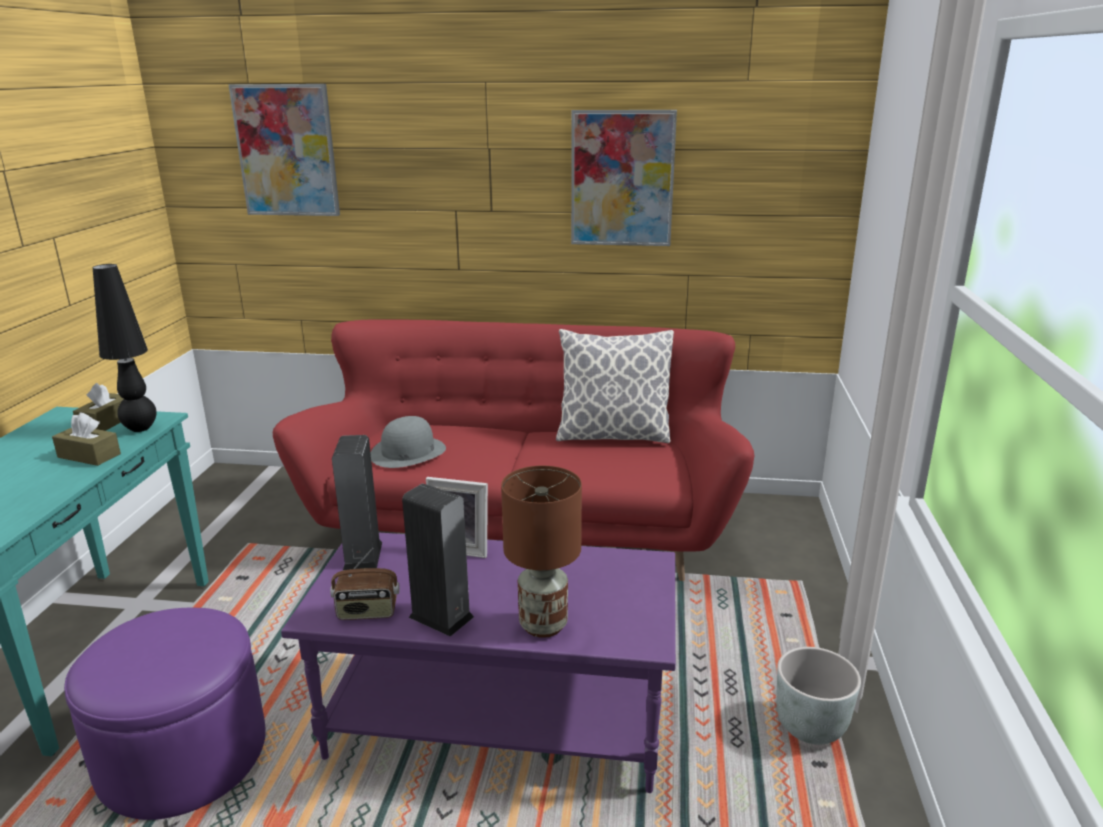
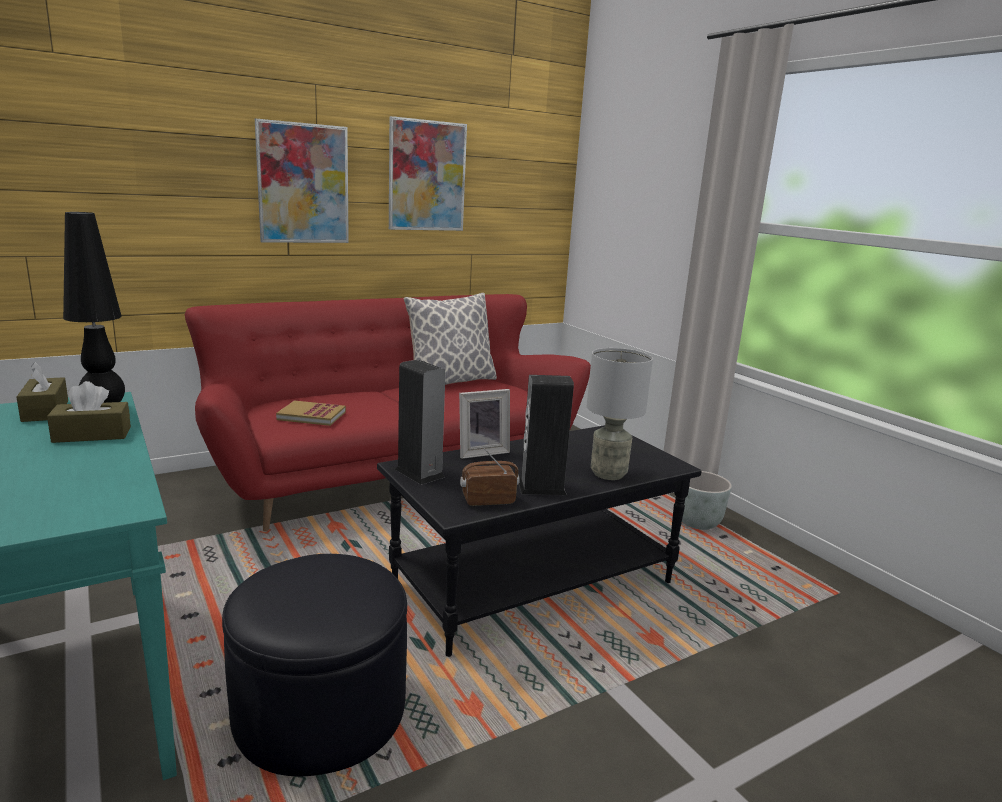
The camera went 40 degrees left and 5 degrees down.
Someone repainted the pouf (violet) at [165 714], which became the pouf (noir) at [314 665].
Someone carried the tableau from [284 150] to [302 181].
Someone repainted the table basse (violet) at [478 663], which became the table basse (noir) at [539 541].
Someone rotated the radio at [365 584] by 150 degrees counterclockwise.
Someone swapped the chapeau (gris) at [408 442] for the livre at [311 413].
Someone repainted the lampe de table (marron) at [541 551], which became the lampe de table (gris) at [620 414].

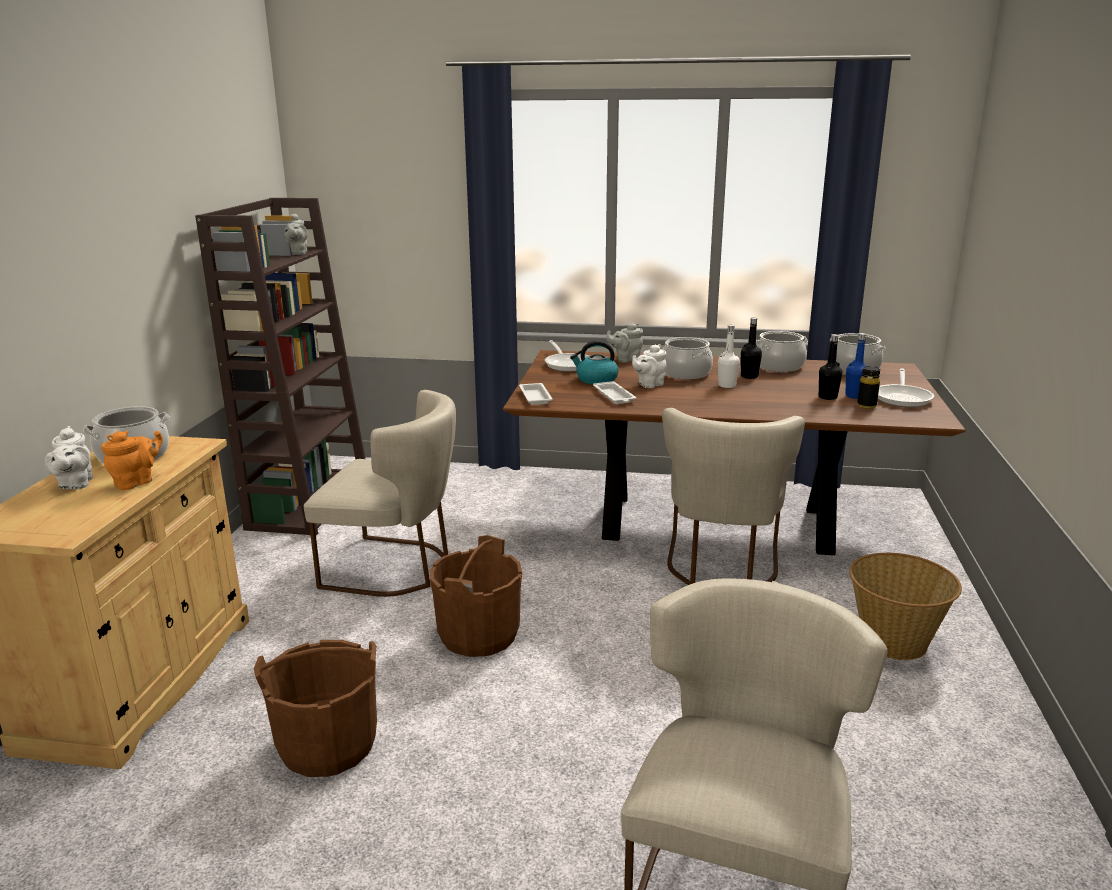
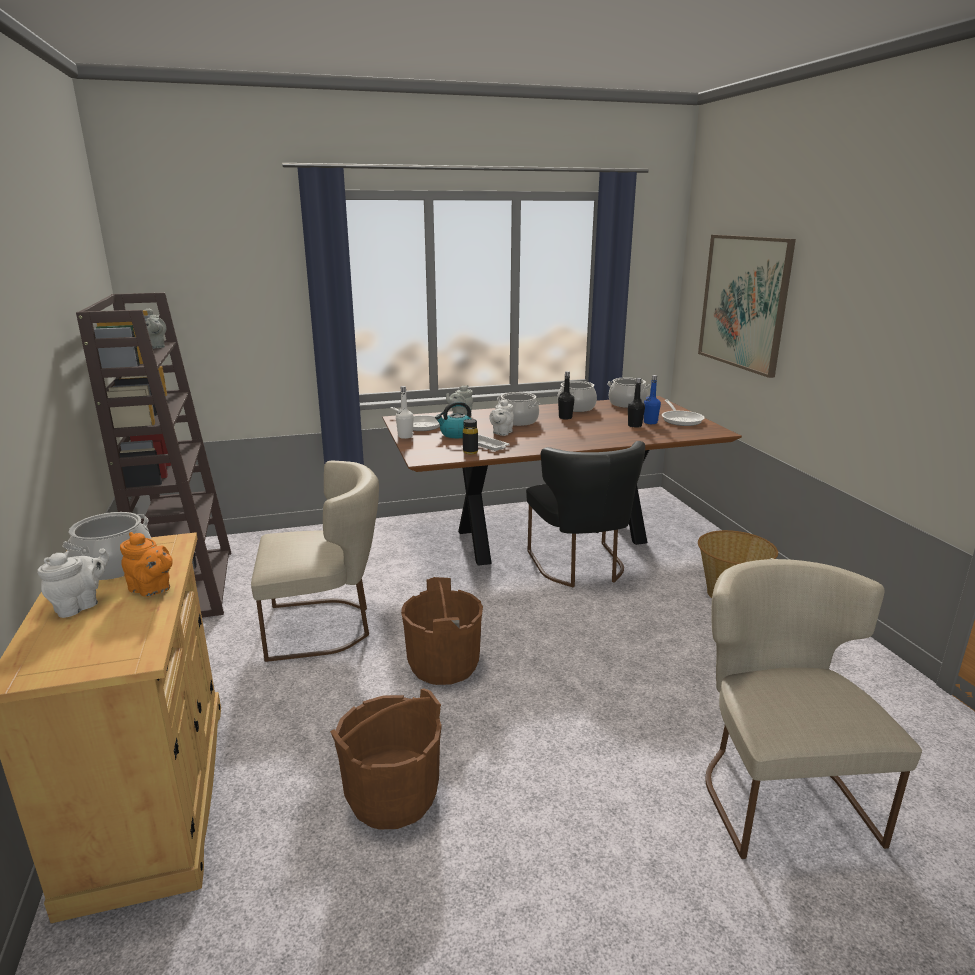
The camera went 25 degrees left and 0 degrees up.
Someone rotated the théière (blanc) at [69 457] by 105 degrees counterclockwise.
Someone rotated the théière (orange) at [132 460] by 105 degrees clockwise.
Someone took away the plateau (blanc) at [536 394].
Someone repainted the chaise (beige) at [733 496], which became the chaise (noir) at [585 514].
Someone carried the bouteille (blanc) from [729 356] to [405 412].
Someone carried the bouteille (noir) from [868 387] to [470 436].
Someone put up the tableau at [747 306].

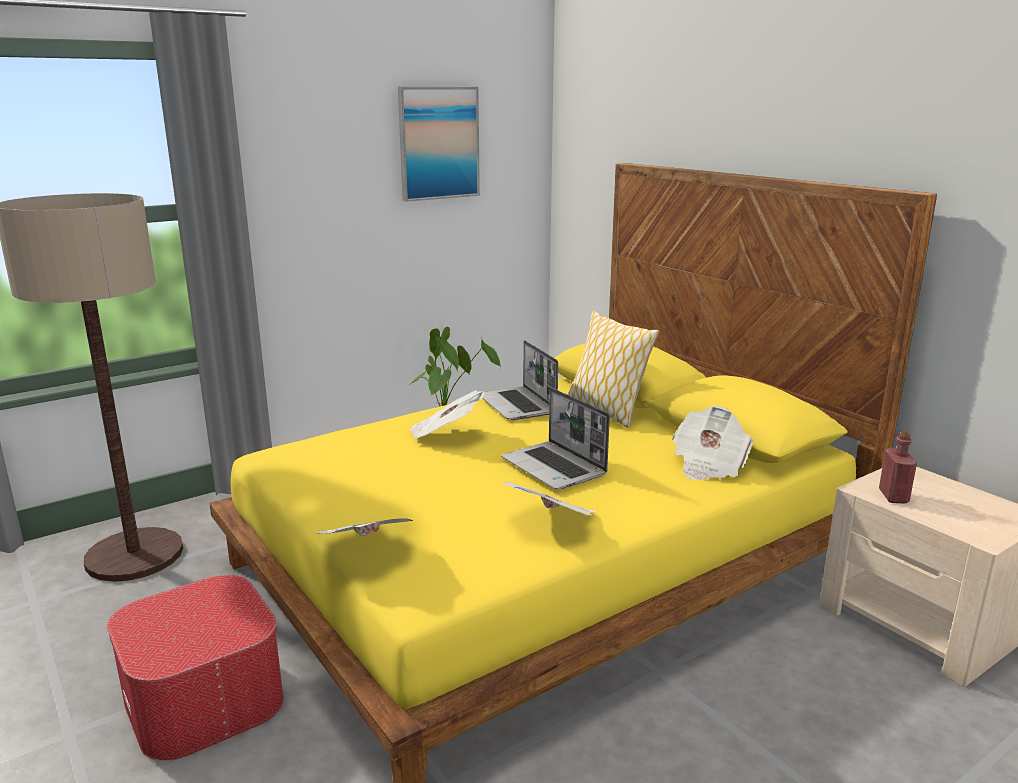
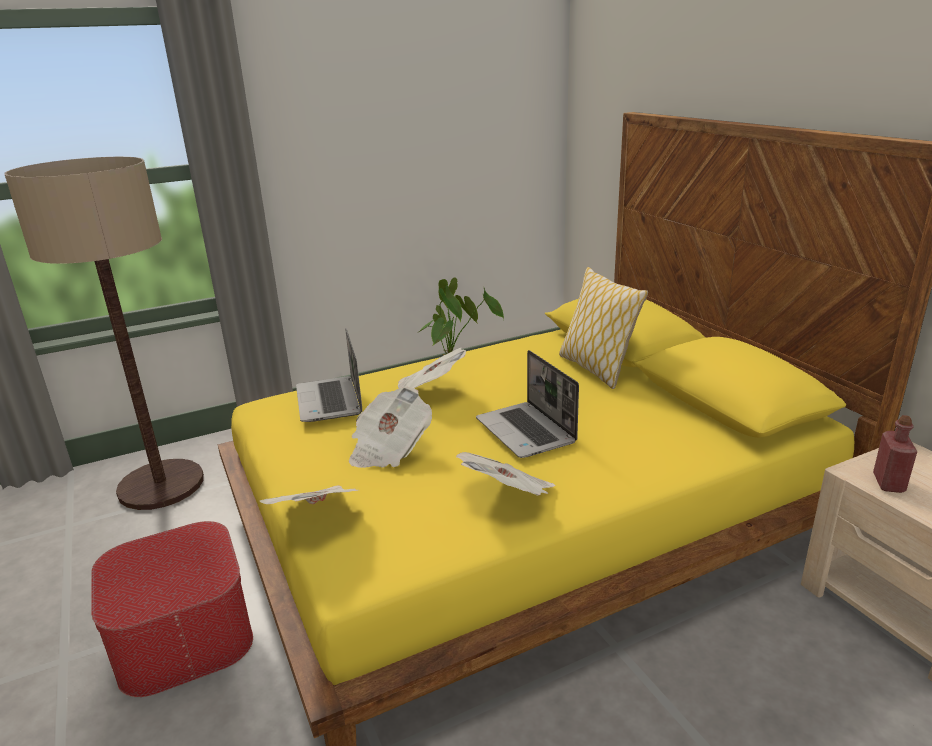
The camera went 10 degrees right and 5 degrees up.
Someone took away the tableau at [439 144].
Someone carried the ordinateur portable from [520 380] to [329 375].
Someone carried the journal from [713 443] to [390 427].

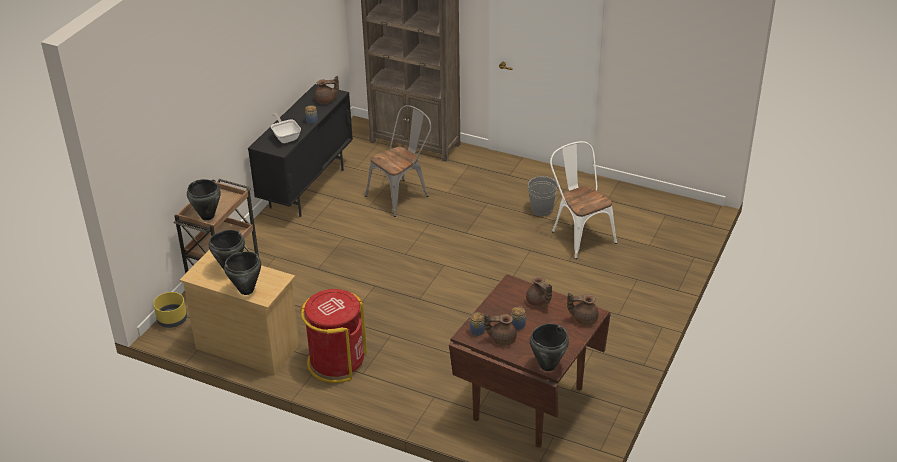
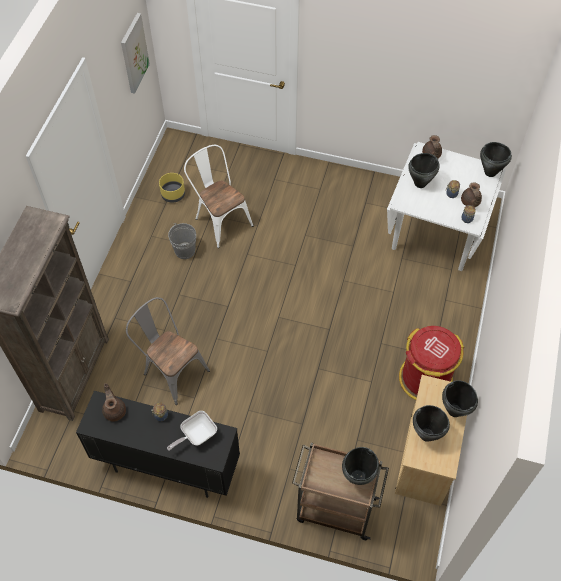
The camera went 100 degrees left and 20 degrees up.
Someone carried the cache-pot (jaune) from [170 310] to [172 188].
Someone repainted the table à manger (marron) at [530 361], which became the table à manger (blanc) at [446 206].
Someone swapped the théière (marron) at [539 291] for the marmite (noir) at [424 170].
Someone rotated the chaise (blanc) at [583 200] by 90 degrees clockwise.
Someone put up the tableau at [135 53].

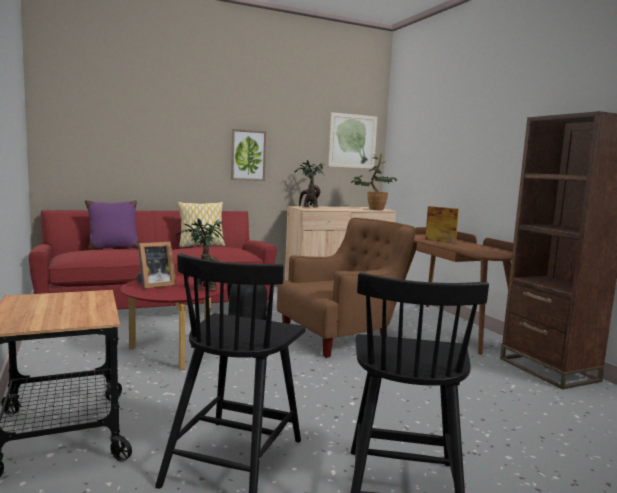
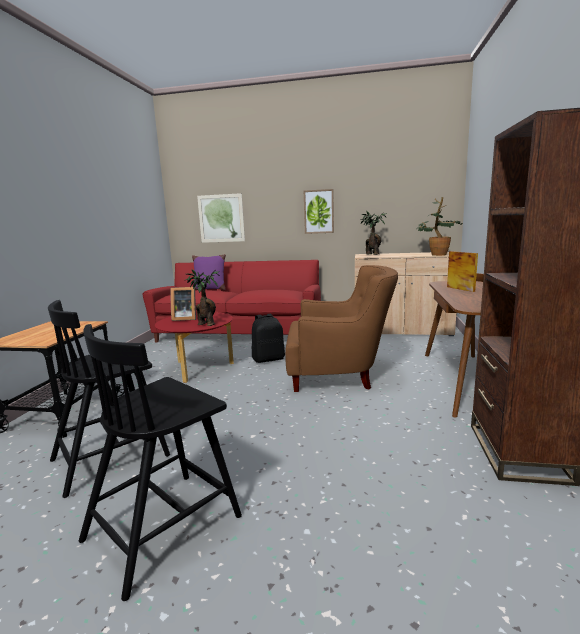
The camera went 35 degrees right and 5 degrees up.
Someone took away the coussin at [201 224].
Someone carried the tableau from [352 140] to [221 218].

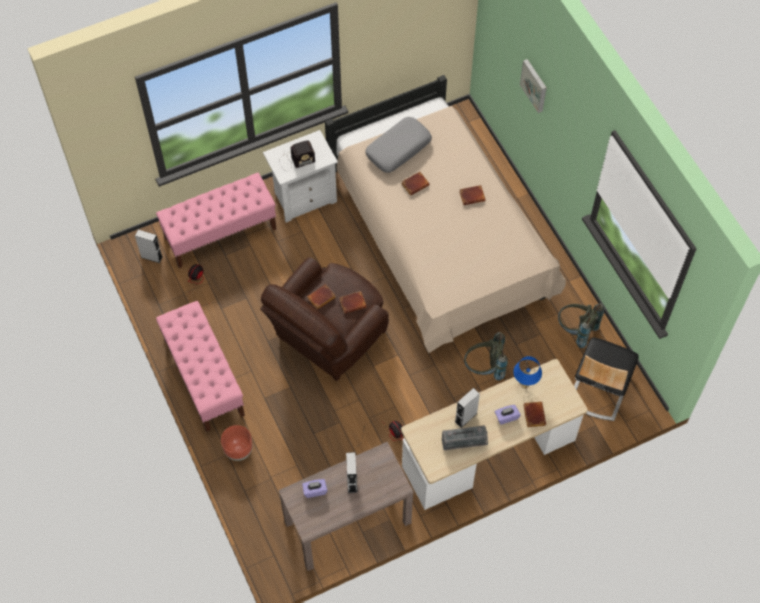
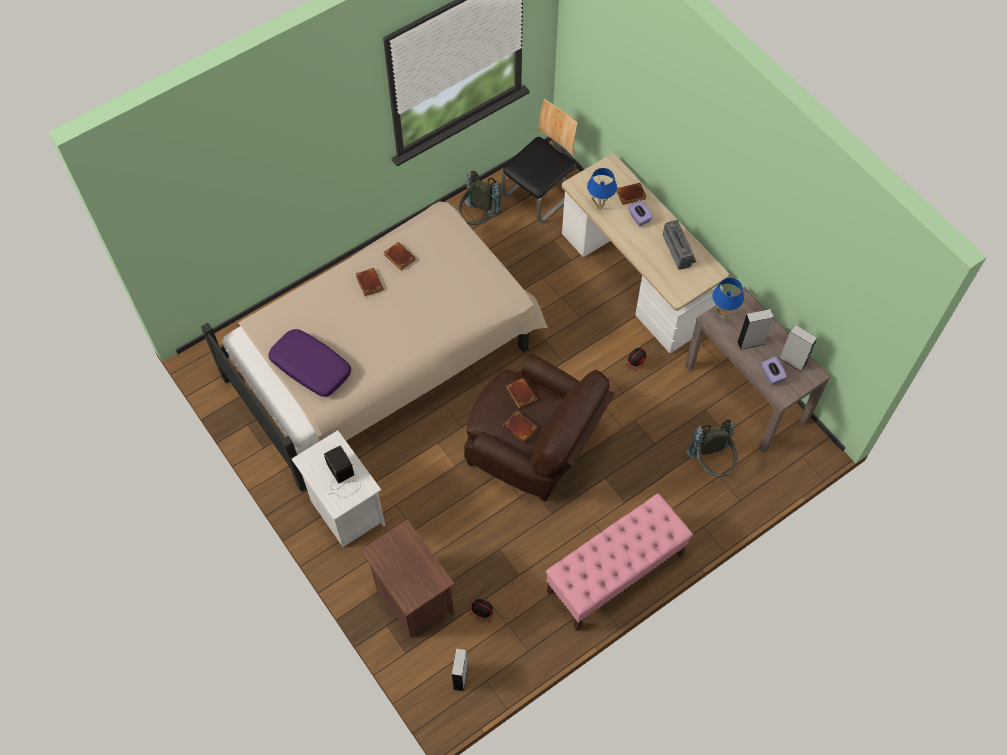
The camera went 100 degrees left and 0 degrees up.
Someone swapped the banc (rose) at [216 220] for the table de chevet (marron) at [407 578].
Someone took away the cache-pot (marron) at [237 443].
Someone repainted the coussin (gris) at [398 145], which became the coussin (violet) at [309 363].
Someone carried the livre (marron) from [415 183] to [400 256].
Someone carried the enceinte (gris) from [467 408] to [798 348].
Someone carried the sac à dos (gris) from [486 356] to [711 448].
Someone took away the tableau at [533 86].
Someone rotated the chaise at [606 379] by 60 degrees counterclockwise.
Someone put down the lampe de table (bleu) at [728 298].

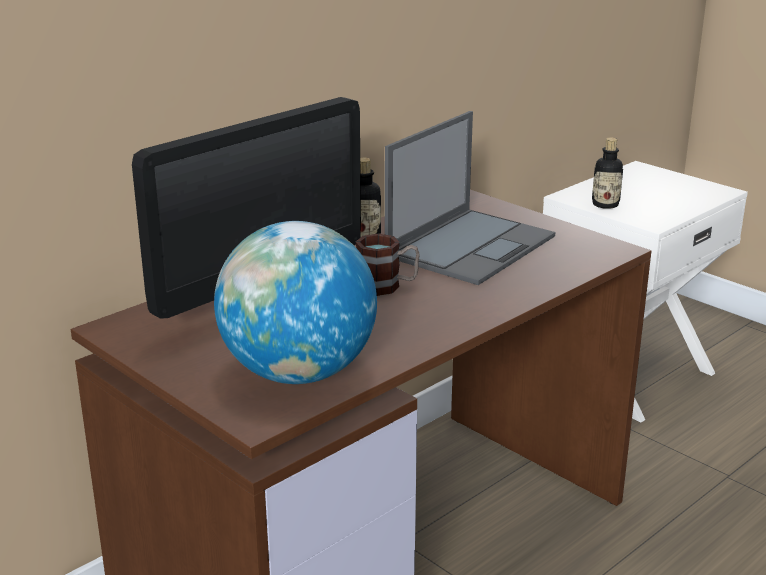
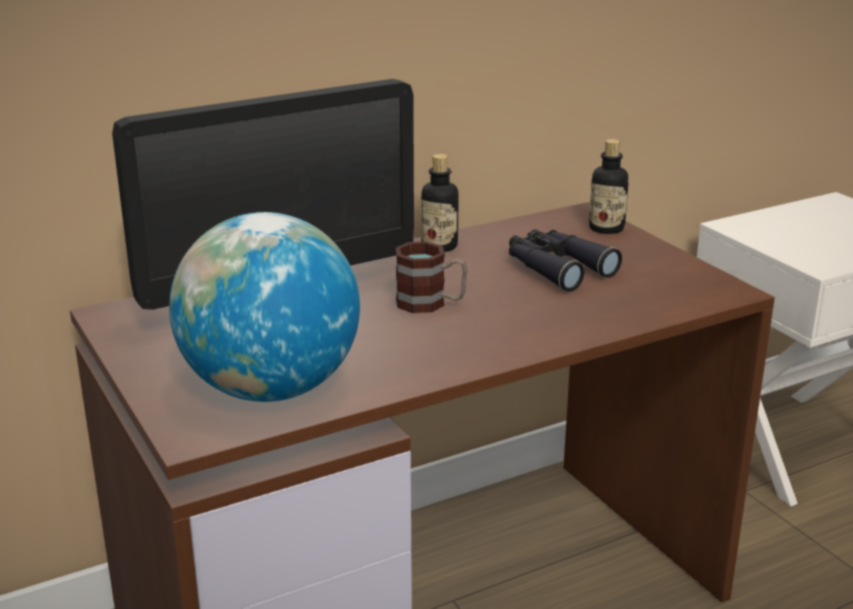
The camera went 15 degrees right and 0 degrees up.
Someone swapped the ordinateur portable at [470 198] for the jumelles (noir) at [565 260].
Someone carried the bouteille from [607 173] to [609 186].

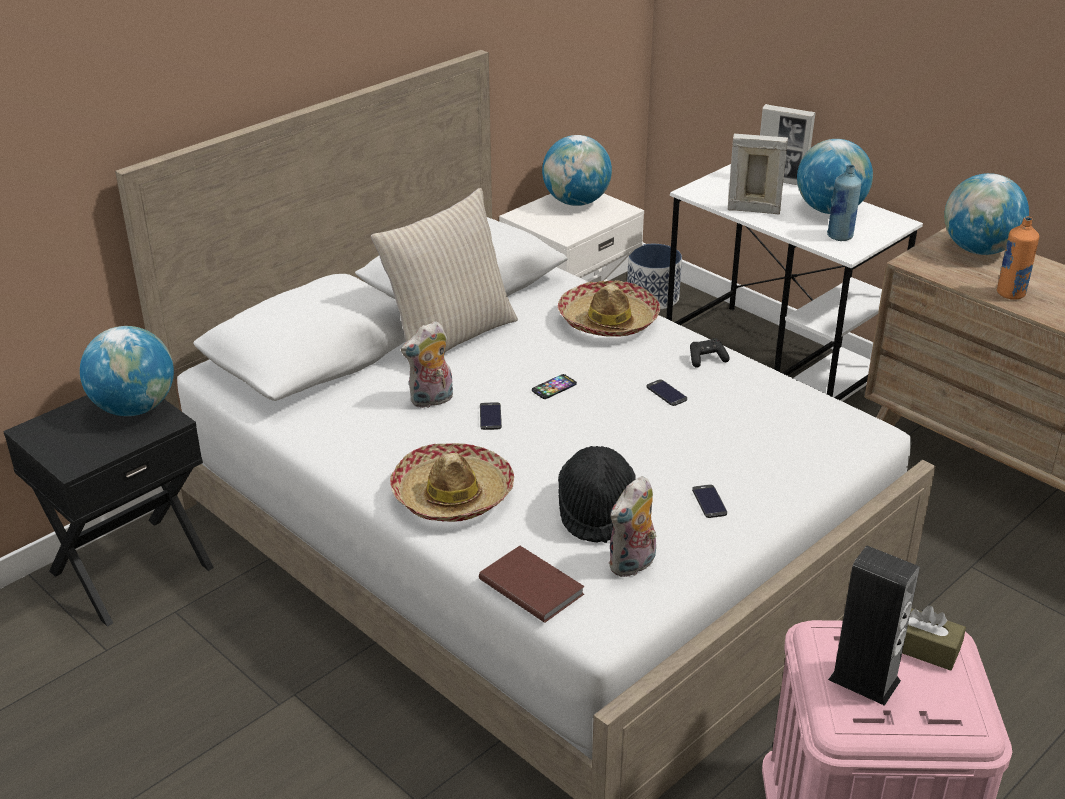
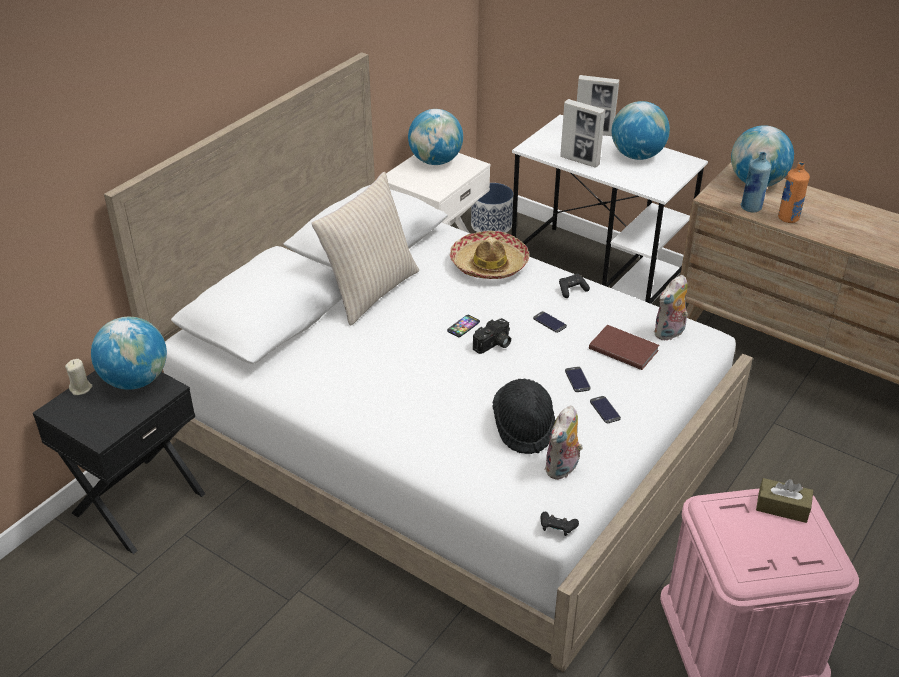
The camera went 10 degrees left and 5 degrees up.
Someone took away the chapeau at [452 482].
Someone carried the peluche from [427 365] to [671 308].
Someone carried the livre (marron) from [532 584] to [624 347].
Someone carried the téléphone from [491 416] to [578 379].
Someone rotated the cadre photo at [758 174] by 150 degrees counterclockwise.
Someone carried the bouteille (bleu) from [844 203] to [755 182].
Someone took away the enceinte at [874 626].
Someone put down the bougie (beige) at [78 377].
Someone put down the appareil photo at [492 336].
Someone put down the manette (noir) at [560 524].

